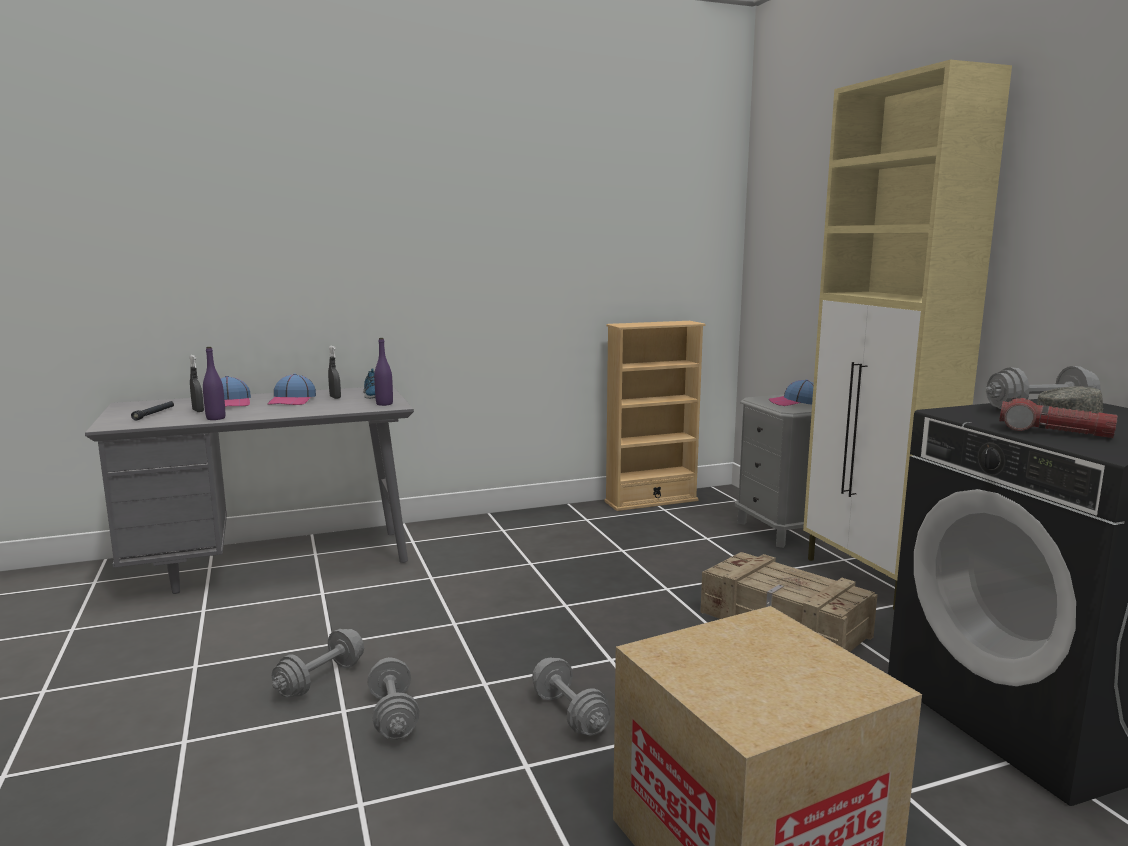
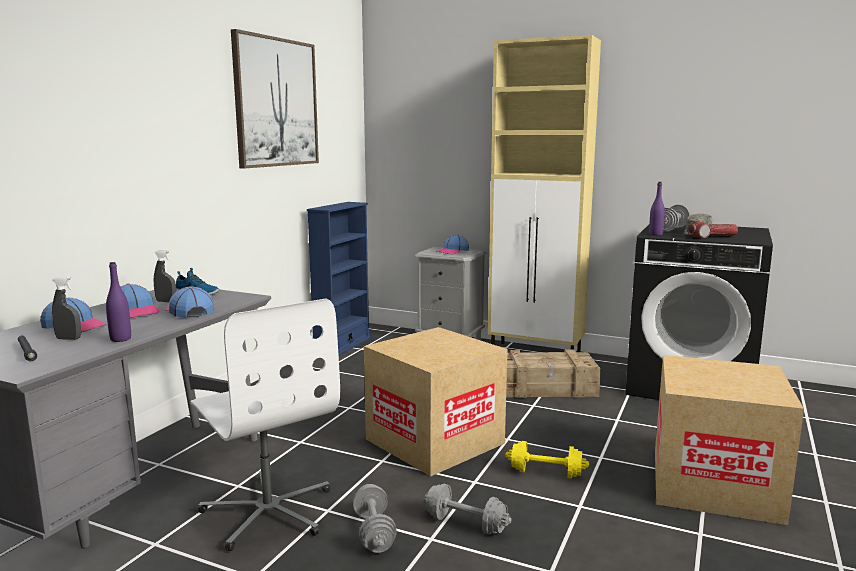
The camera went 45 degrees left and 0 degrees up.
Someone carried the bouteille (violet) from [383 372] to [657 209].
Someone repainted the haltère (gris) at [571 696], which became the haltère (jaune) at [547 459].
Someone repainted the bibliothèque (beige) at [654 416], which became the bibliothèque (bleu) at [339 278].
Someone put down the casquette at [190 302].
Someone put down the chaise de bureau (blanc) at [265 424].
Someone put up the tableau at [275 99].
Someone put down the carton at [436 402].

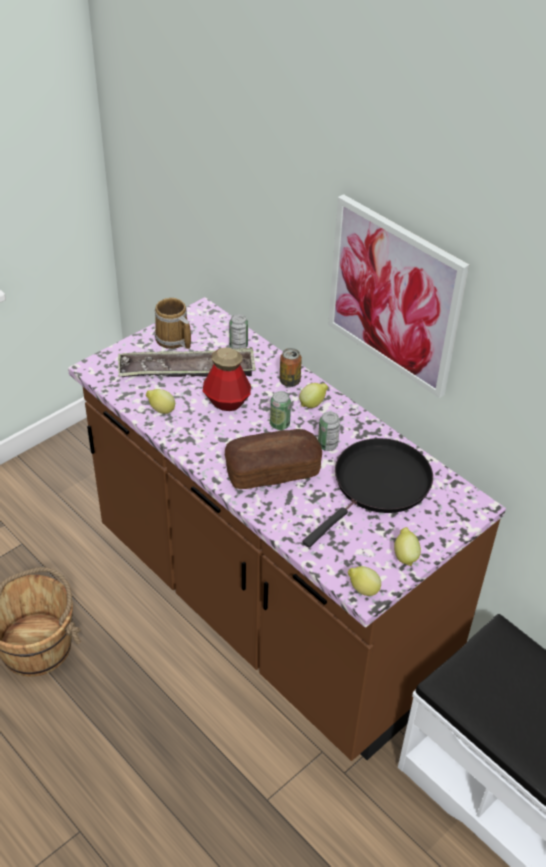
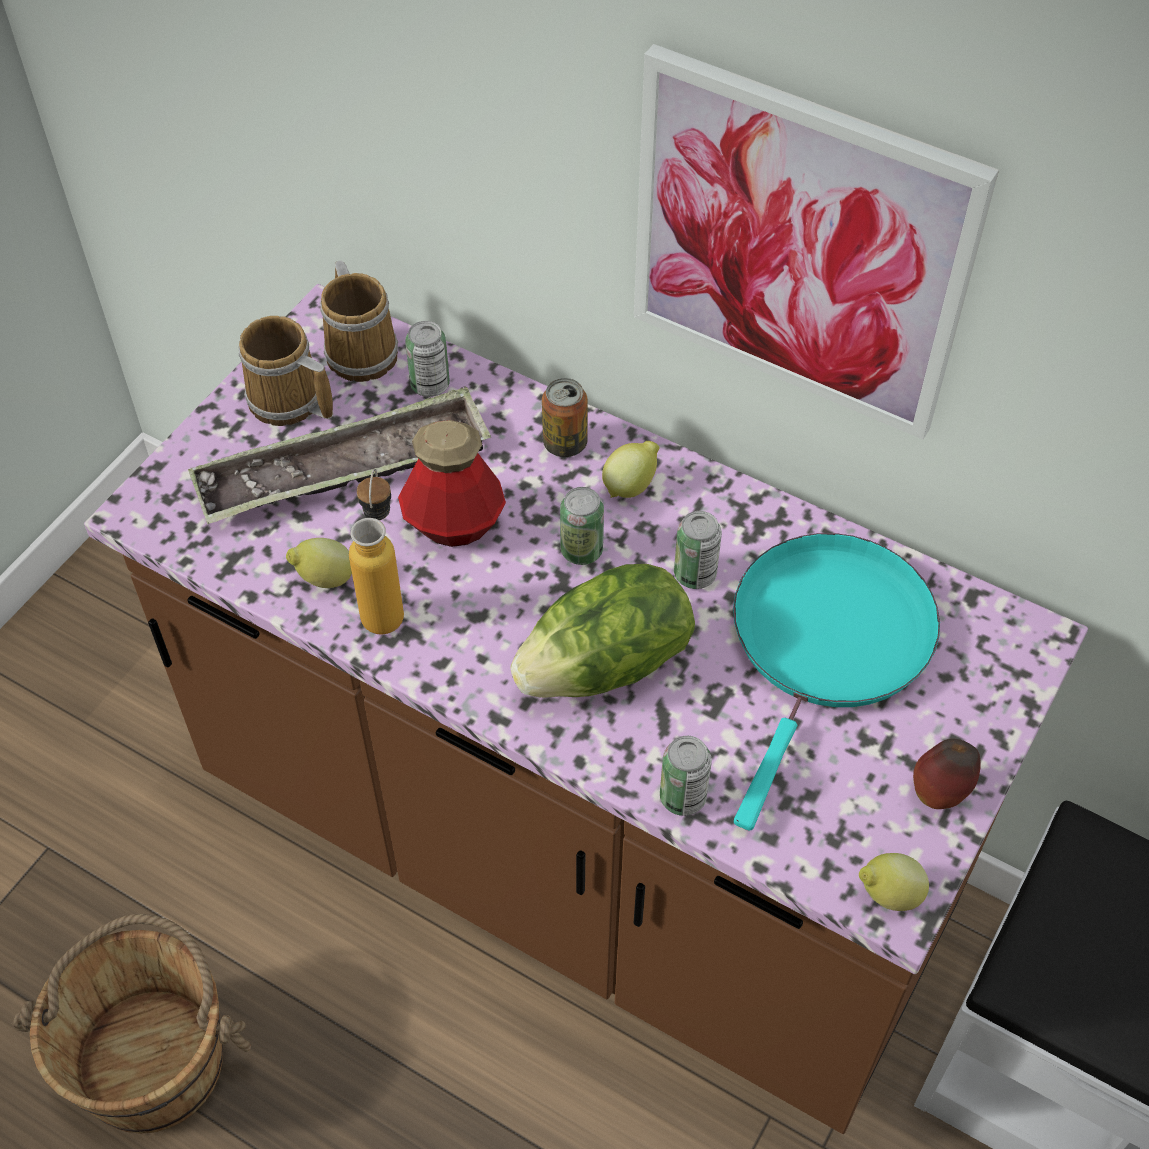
The camera went 15 degrees left and 10 degrees up.
Someone swapped the pain at [273 459] for the laitue at [602 631].
Someone repainted the poêle (noir) at [368 493], which became the poêle (turquoise) at [836 681].
Someone swapped the citron at [407 546] for the pomme at [947 774].
Someone put down the mug at [359 321].
Someone put down the bouteille at [376 551].
Someone put down the boîte métallique at [686 776].

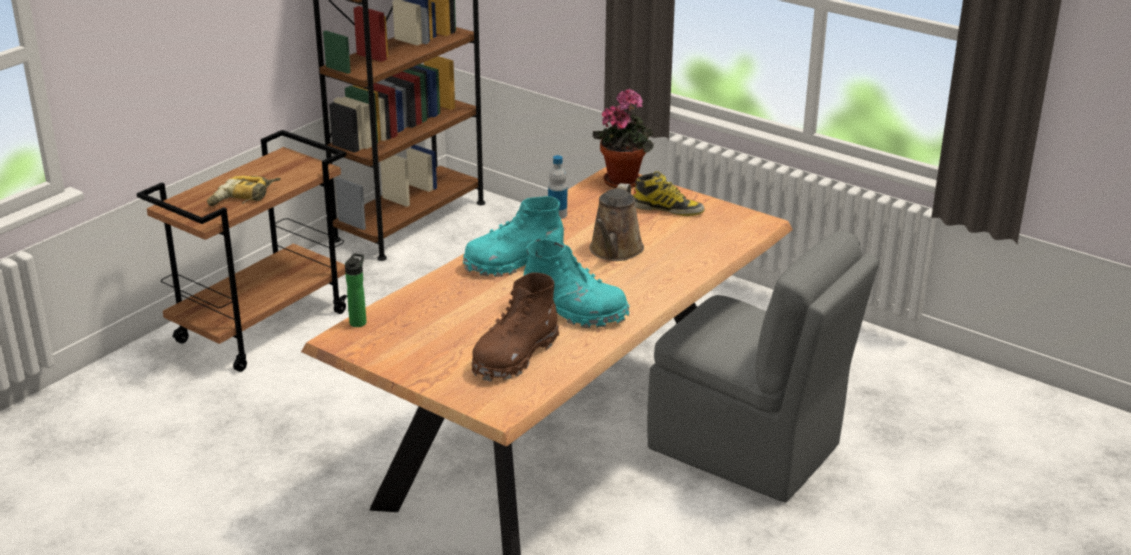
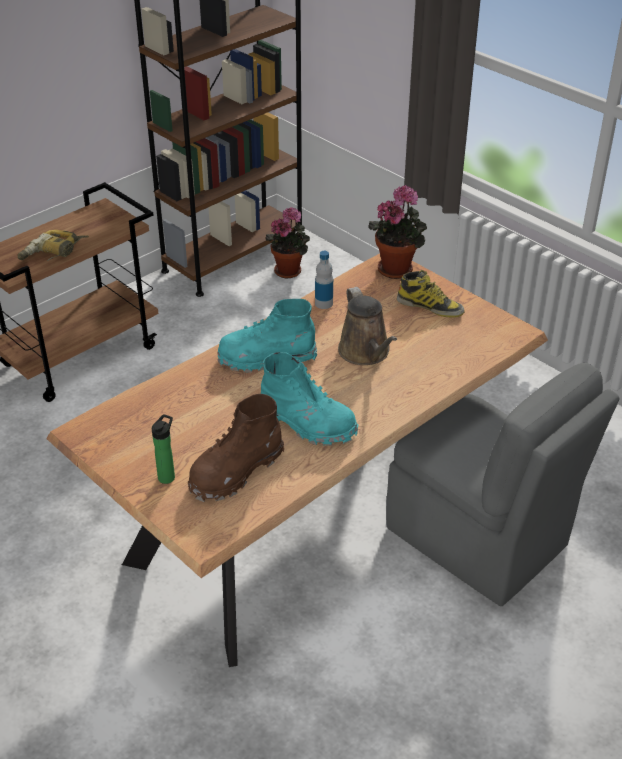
The camera went 10 degrees right and 10 degrees up.
Someone carried the bouteille from [355 290] to [163 449].
Someone rotated the arrosoir (marron) at [616 222] by 45 degrees counterclockwise.
Someone put down the plante en pot at [287 242].

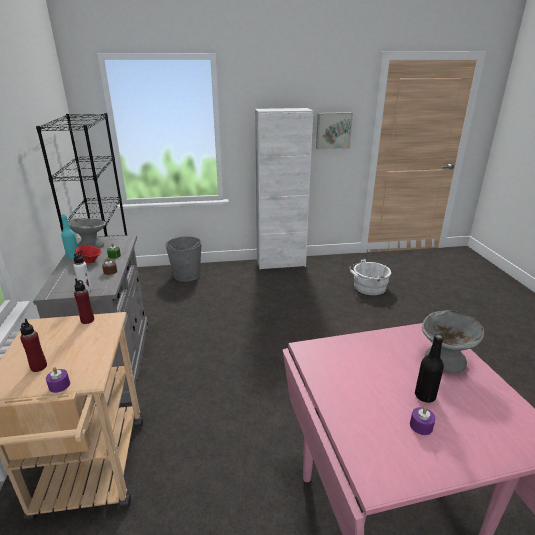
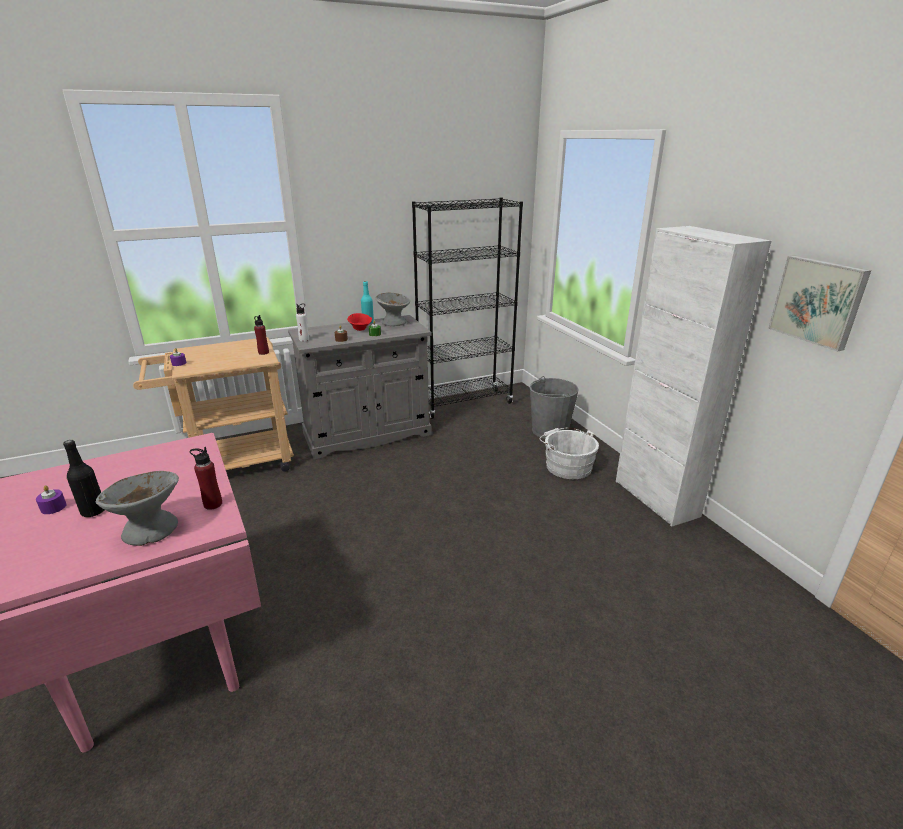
The camera went 75 degrees right and 0 degrees up.
Someone carried the bouteille (rouge) from [33 345] to [206 478].
Someone carried the seau (blanc) from [370 277] to [569 453].

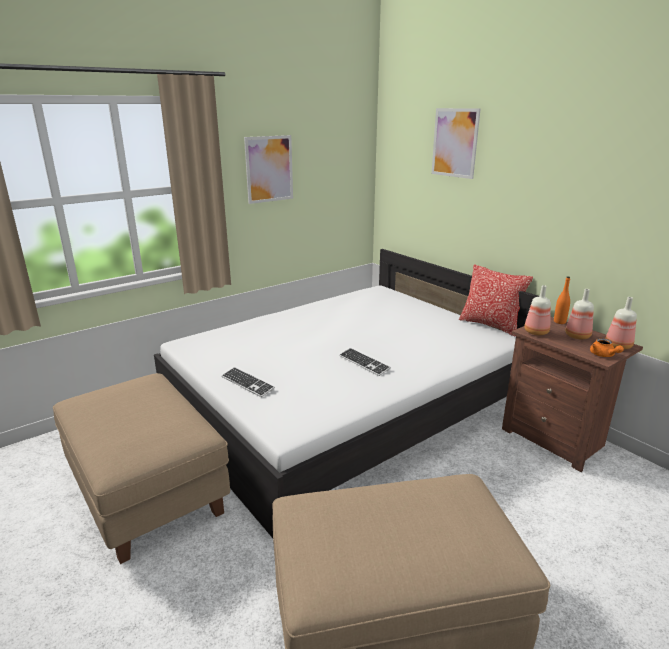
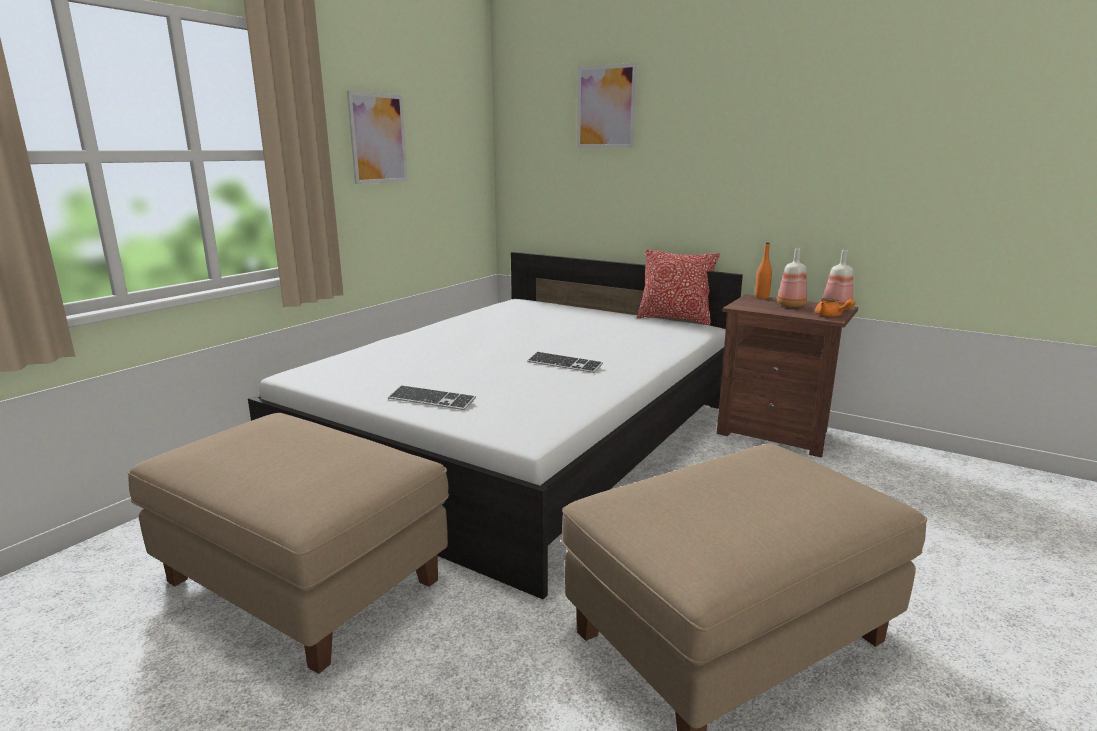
The camera went 20 degrees left and 5 degrees down.
Someone took away the bouteille at [537 310].

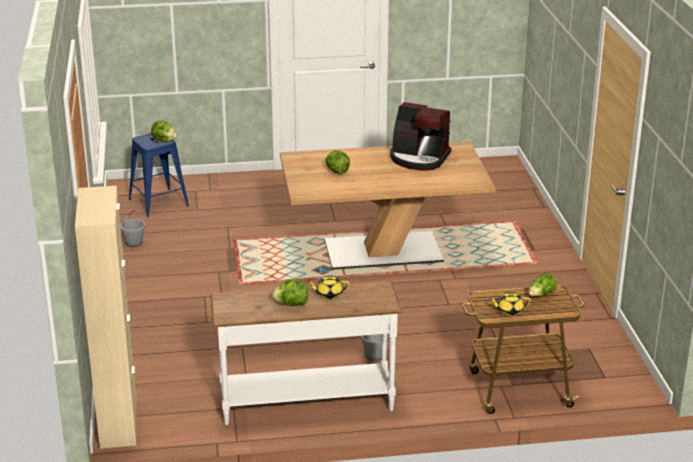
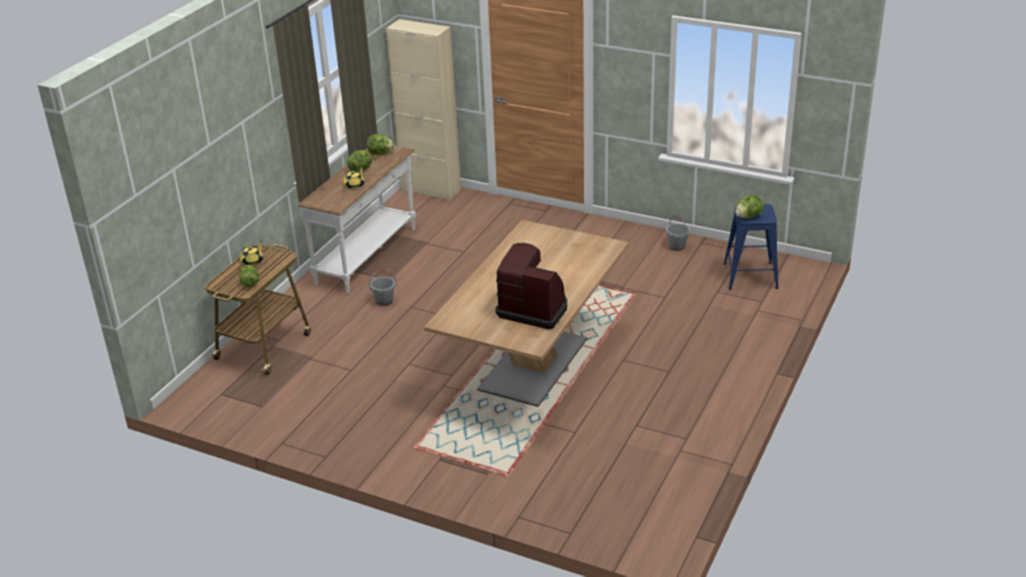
The camera went 125 degrees right and 5 degrees up.
Someone carried the laitue from [337 162] to [380 144].
Someone rotated the machine à café at [420 136] by 60 degrees clockwise.

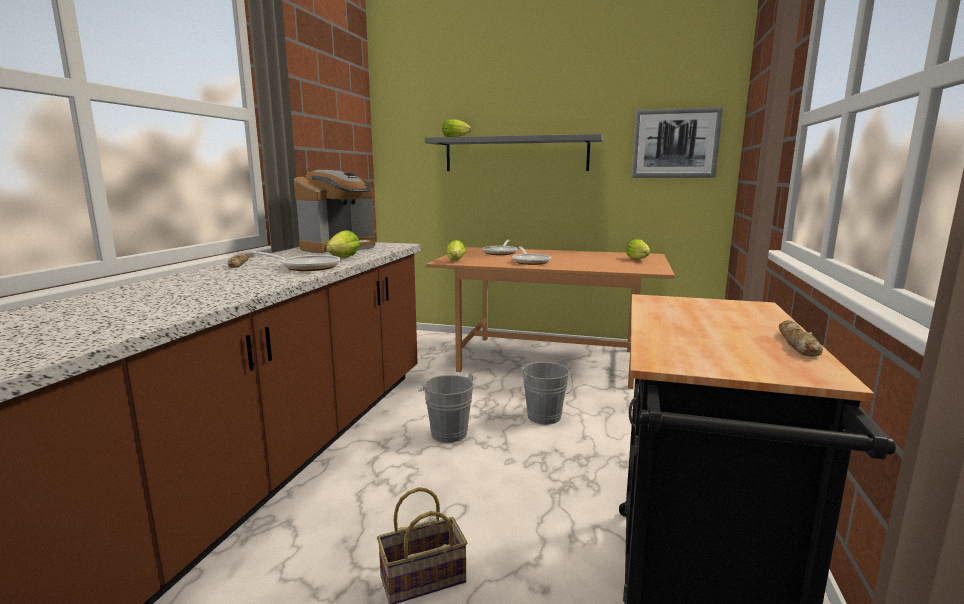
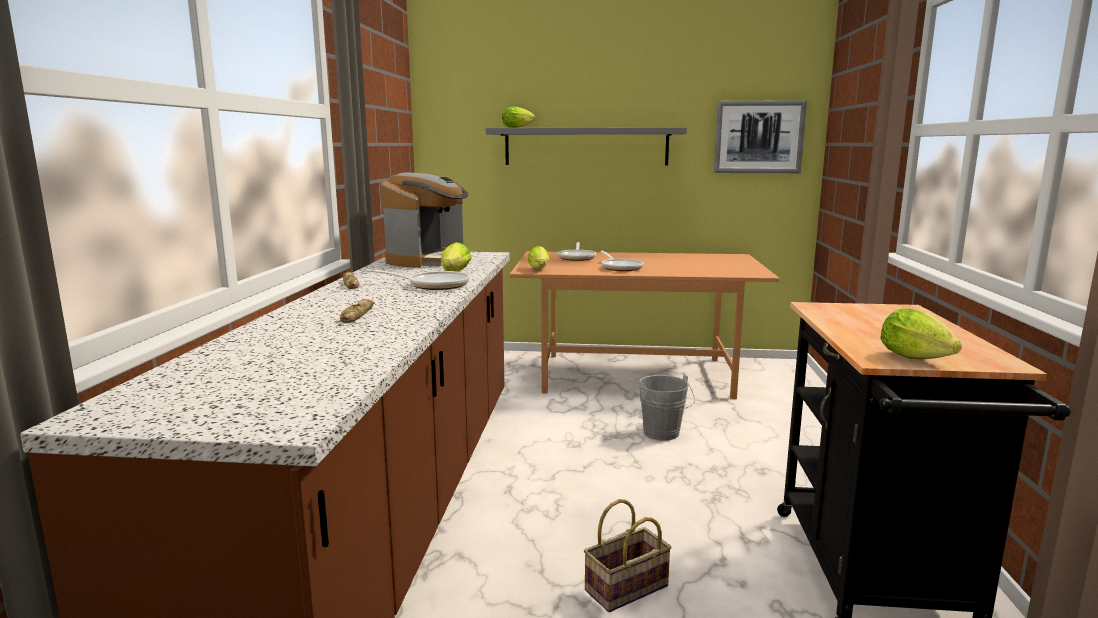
The camera went 10 degrees left and 0 degrees up.
Someone took away the seau (gris) at [446 408].
Someone carried the laitue from [638 249] to [921 333].
Someone carried the pain from [801 338] to [357 311].

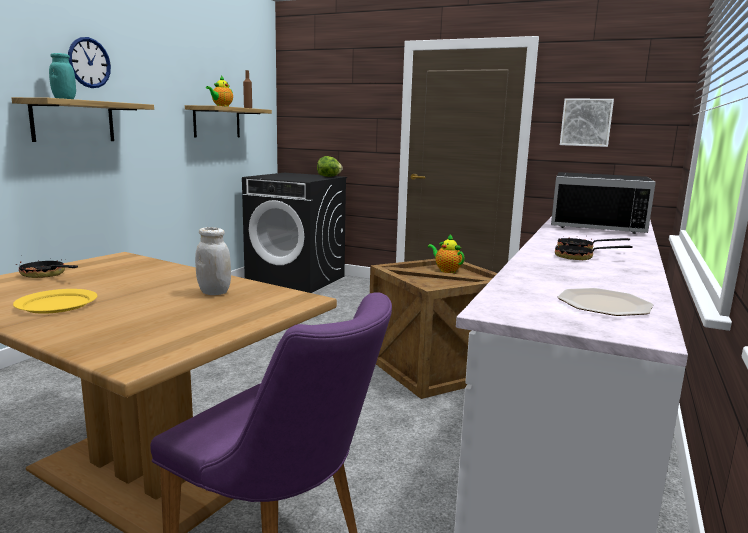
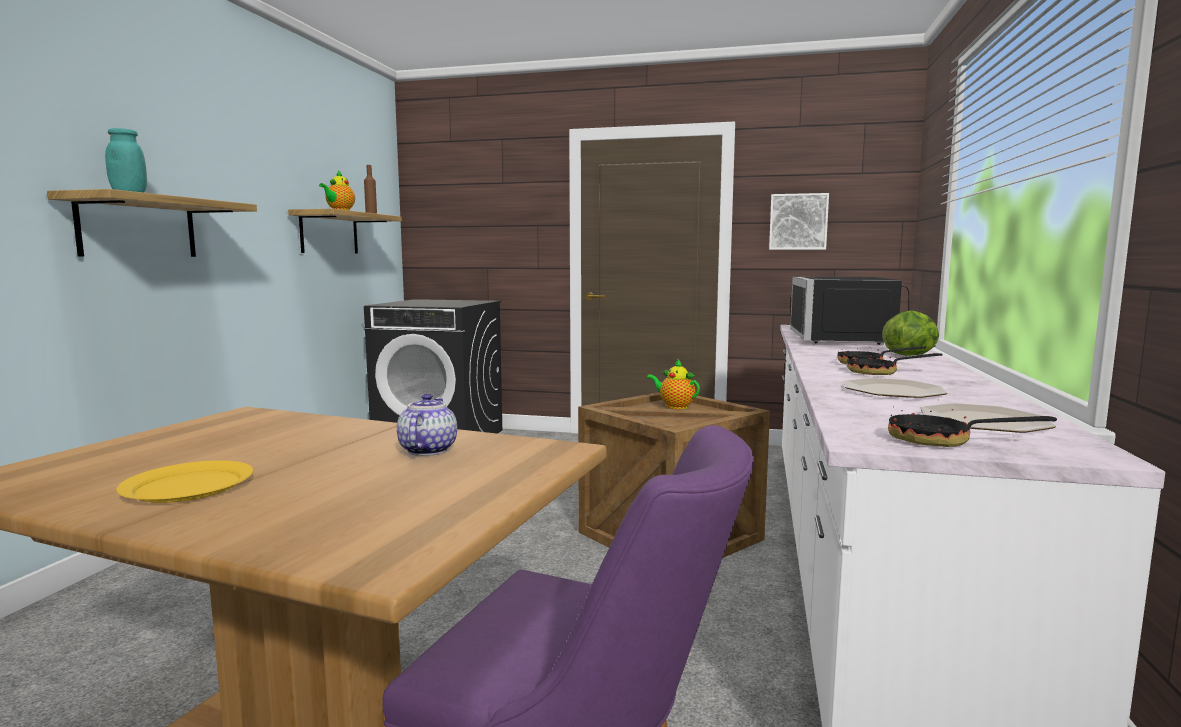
The camera went 10 degrees left and 5 degrees down.
Someone carried the poêle from [47 266] to [972 428].
Someone took away the horloge murale at [89 62].
Someone swapped the bocal (blanc) at [213 261] for the théière at [427 424].
Someone carried the laitue from [329 166] to [910 333].
Someone rotated the micro-ondes (noir) at [603 203] by 90 degrees clockwise.
Someone put down the assiette at [896 388].

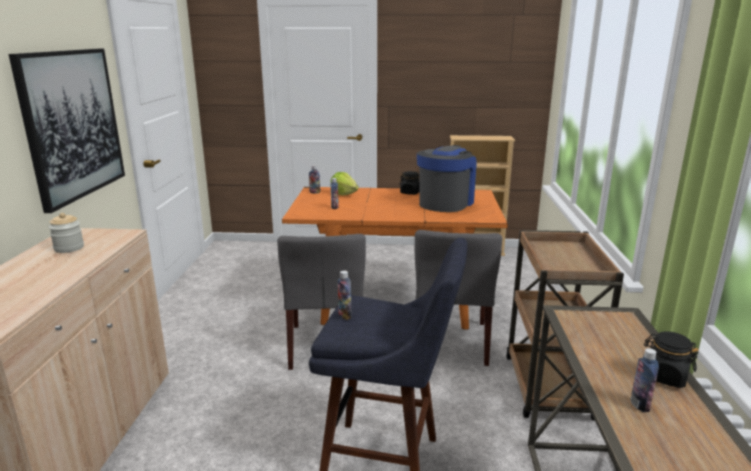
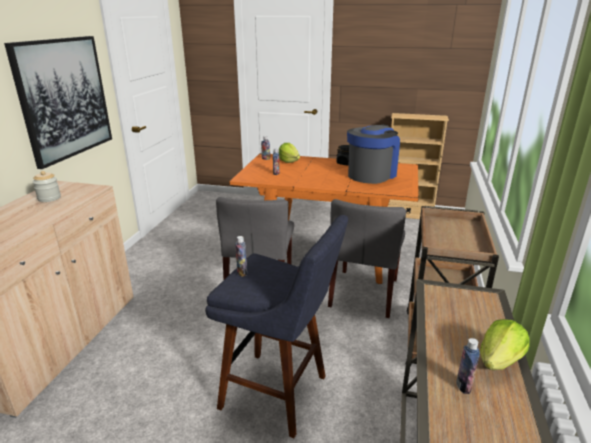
The camera went 10 degrees right and 5 degrees up.
Someone swapped the bocal (noir) at [671 359] for the laitue at [505 344].

